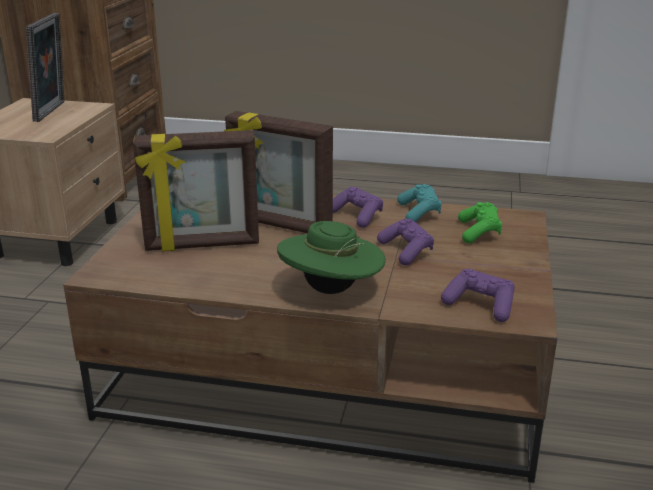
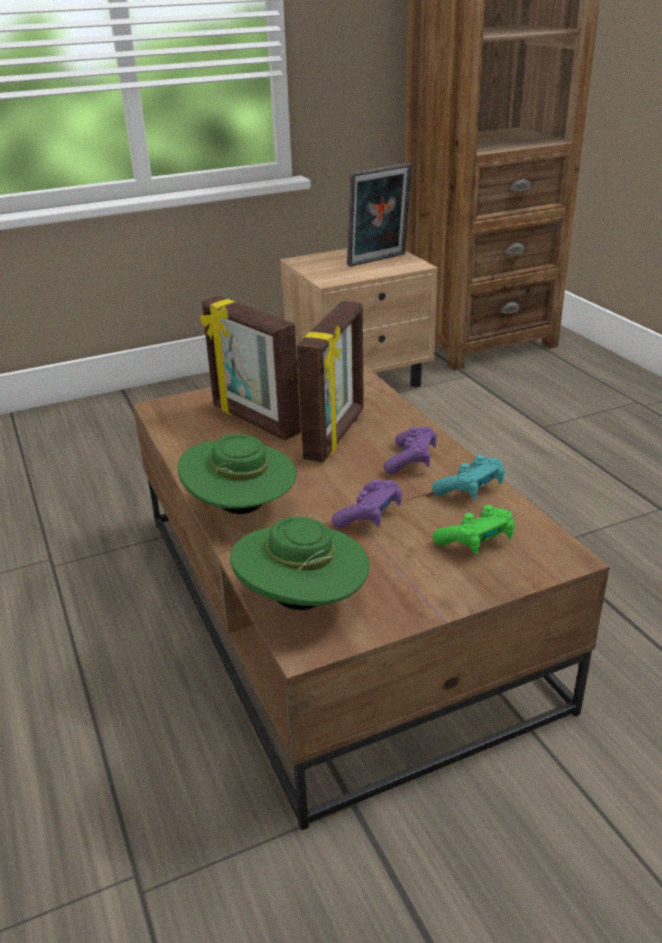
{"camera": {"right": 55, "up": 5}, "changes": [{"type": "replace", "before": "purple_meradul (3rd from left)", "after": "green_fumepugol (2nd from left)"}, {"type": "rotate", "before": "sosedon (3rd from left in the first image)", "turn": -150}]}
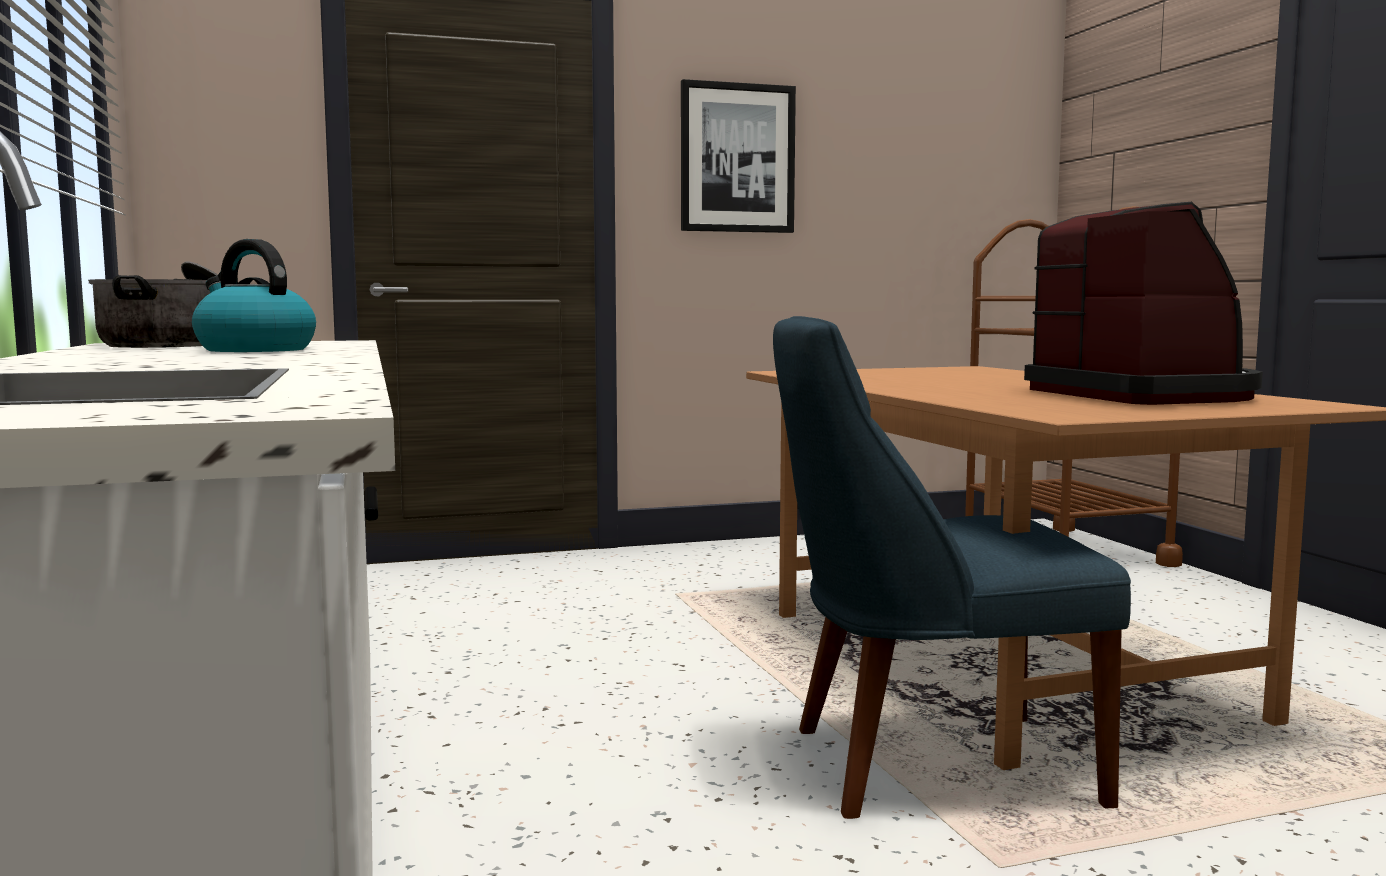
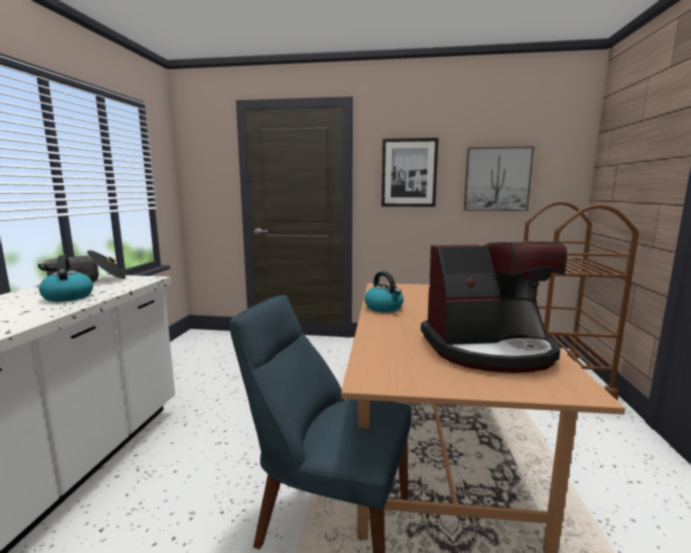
{"camera": {"right": 25, "up": 5}, "changes": [{"type": "insert", "after": "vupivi (2nd from left)"}, {"type": "rotate", "before": "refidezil", "turn": 75}, {"type": "insert", "after": "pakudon (2nd from left)"}]}
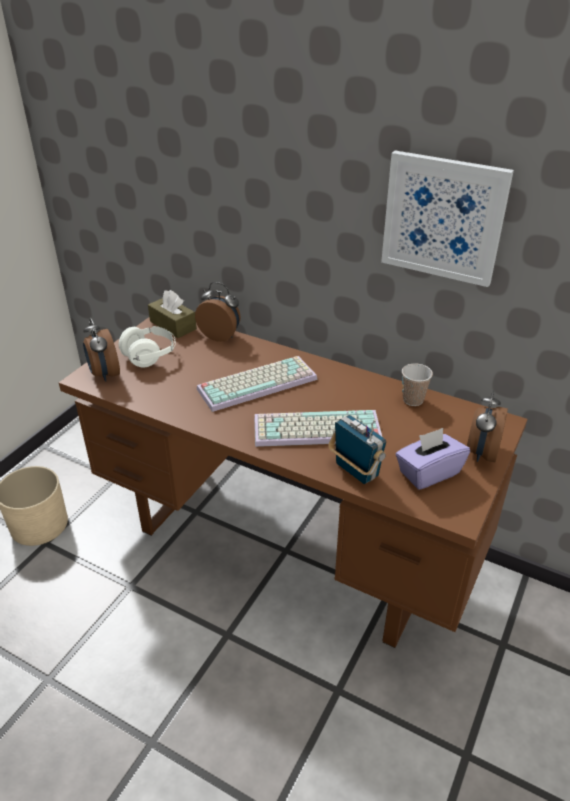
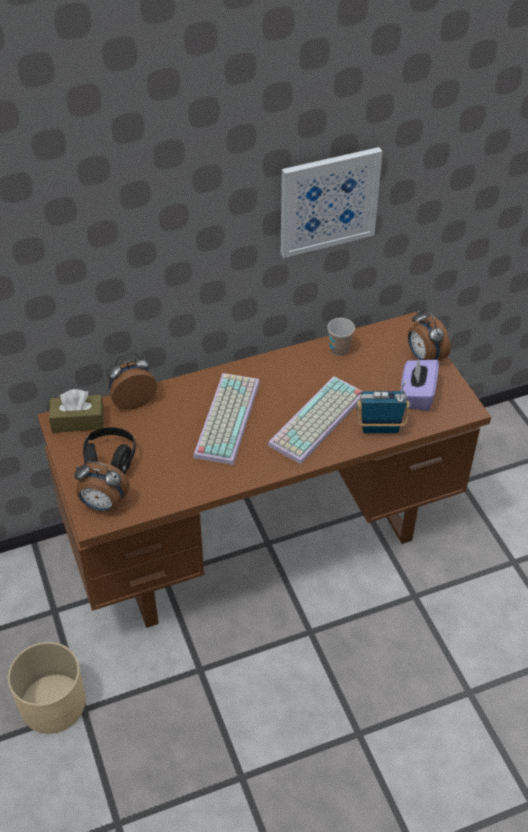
{"camera": {"right": -50, "up": 10}, "changes": [{"type": "recolor", "before": "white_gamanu", "after": "black_gamanu"}]}
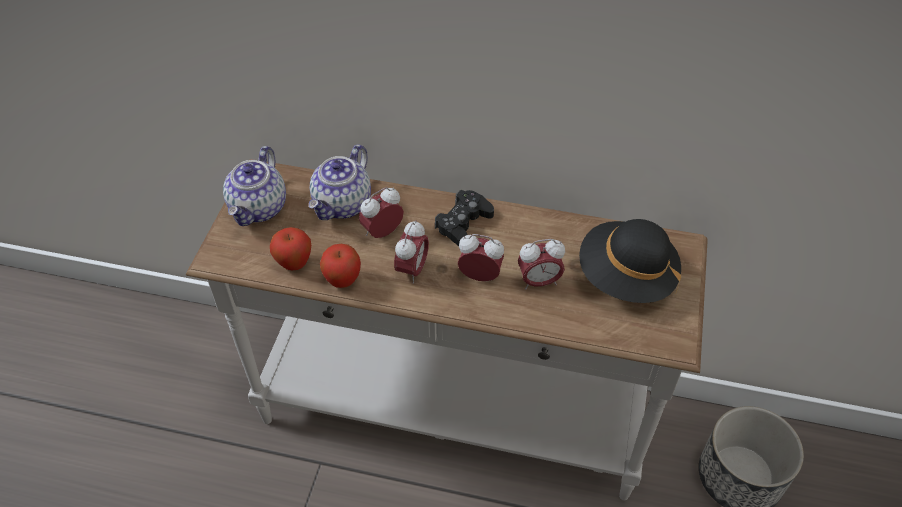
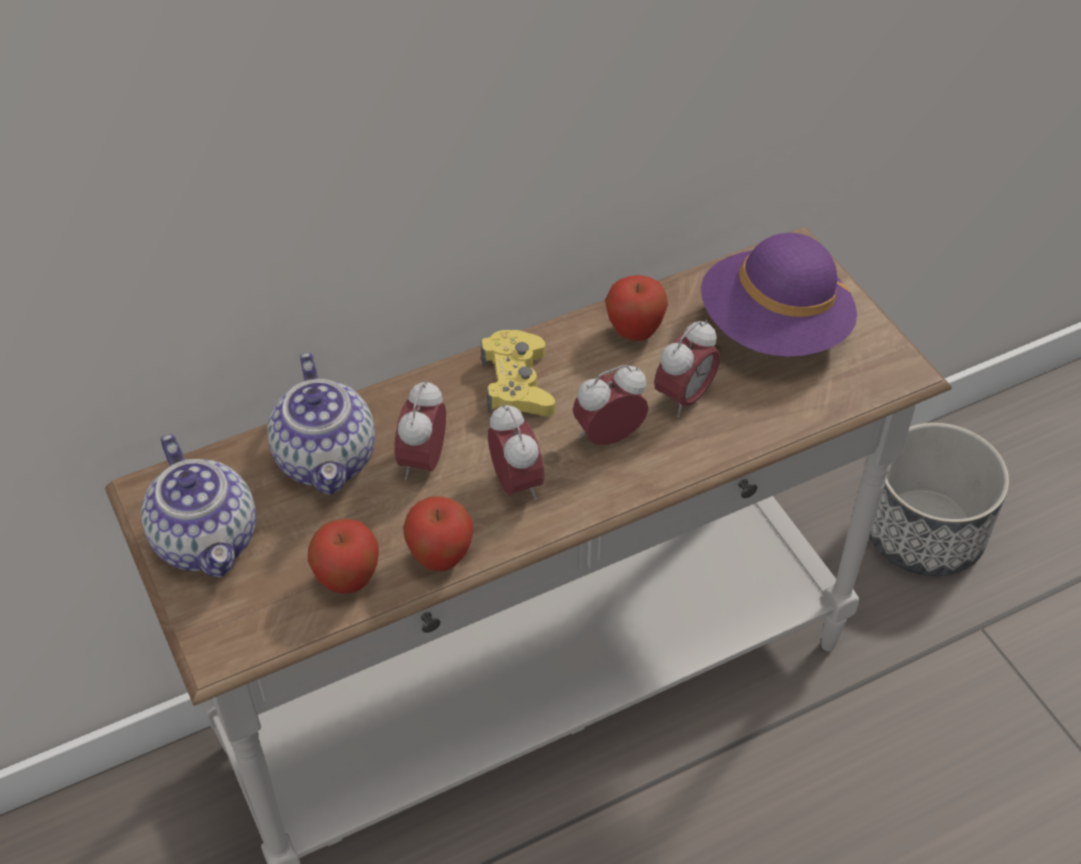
{"camera": {"right": -40, "up": 0}, "changes": [{"type": "recolor", "before": "black_meradul", "after": "yellow_meradul"}, {"type": "insert", "after": "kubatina (3rd from left)"}, {"type": "recolor", "before": "black_fumepugol", "after": "purple_fumepugol"}]}
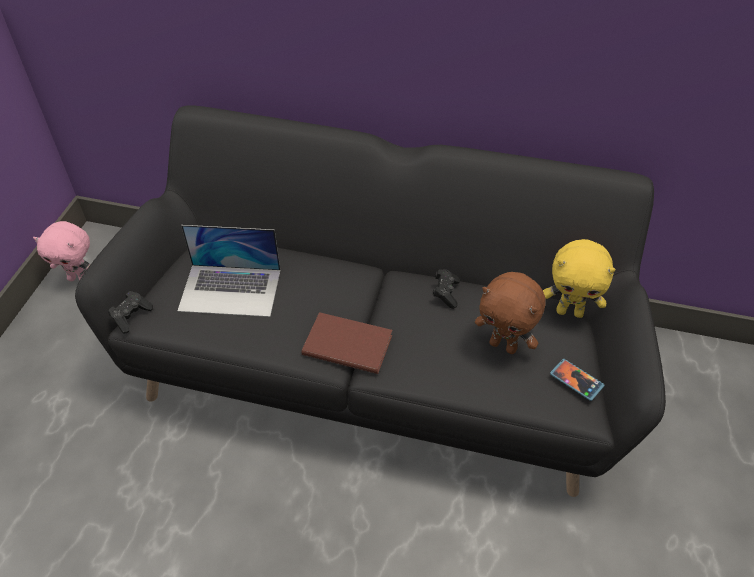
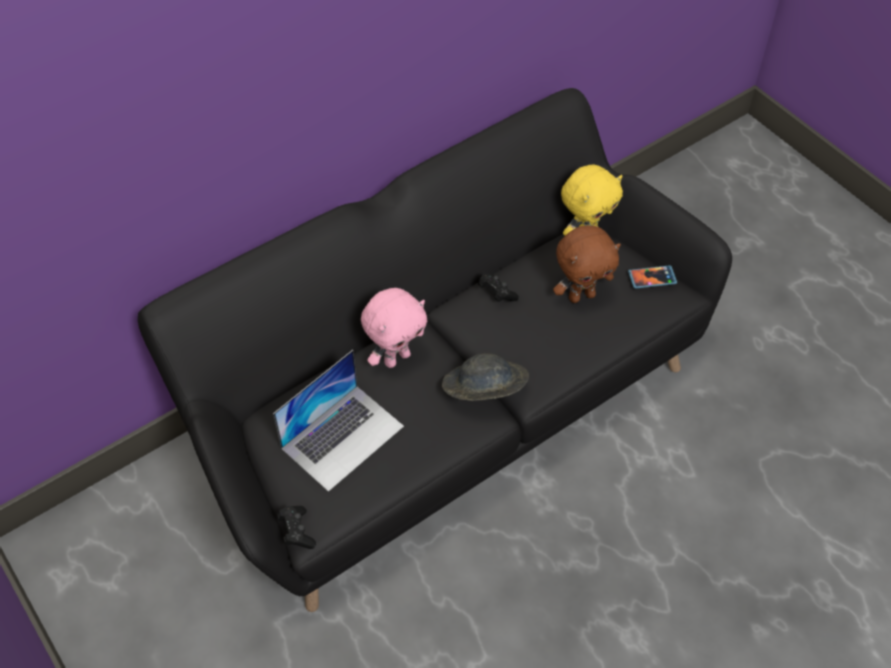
{"camera": {"right": -50, "up": 5}, "changes": [{"type": "move", "before": "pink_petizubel"}, {"type": "replace", "before": "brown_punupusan", "after": "grey_fumepugol"}]}
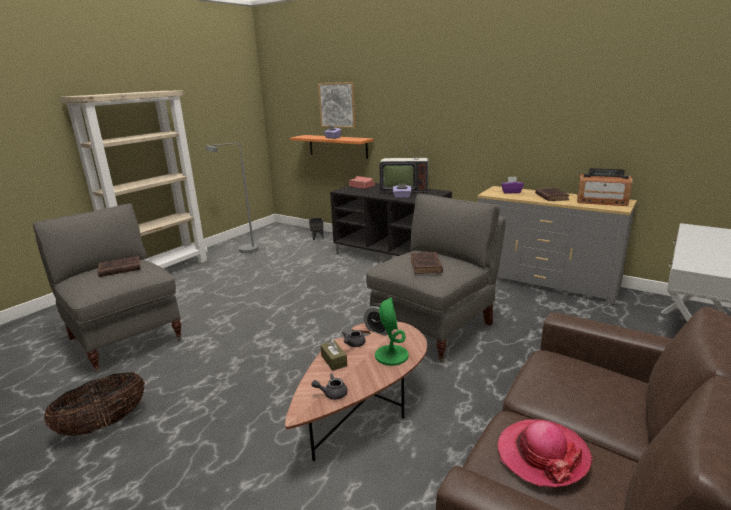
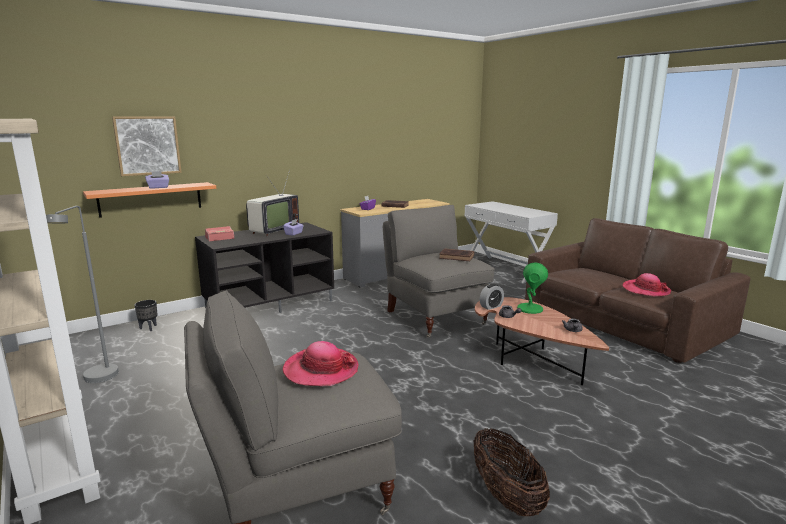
{"camera": {"right": -70, "up": -5}, "changes": [{"type": "replace", "before": "brown_punupusan (1st from left)", "after": "fumepugol (1st from left)"}, {"type": "delete", "before": "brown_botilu"}, {"type": "delete", "before": "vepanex"}]}
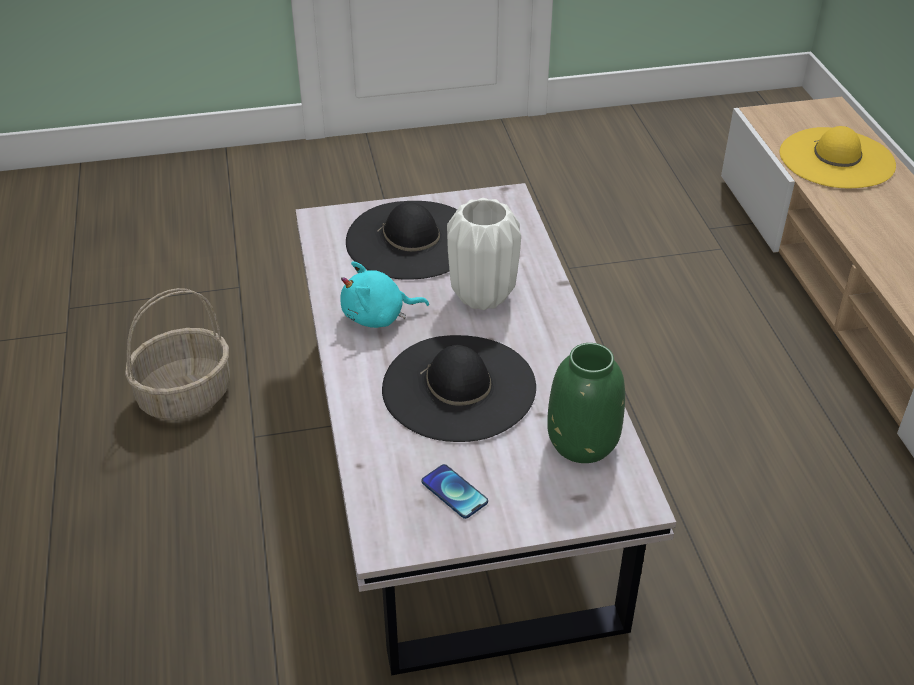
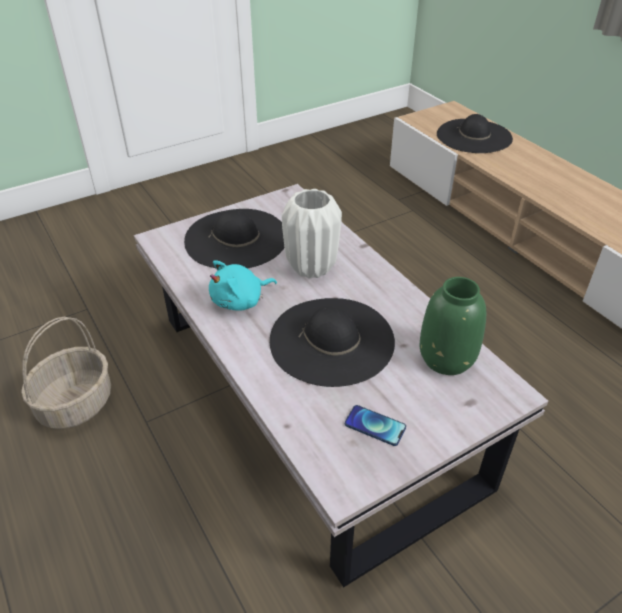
{"camera": {"right": -20, "up": 0}, "changes": [{"type": "recolor", "before": "yellow_fumepugol", "after": "black_fumepugol (3rd from left)"}]}
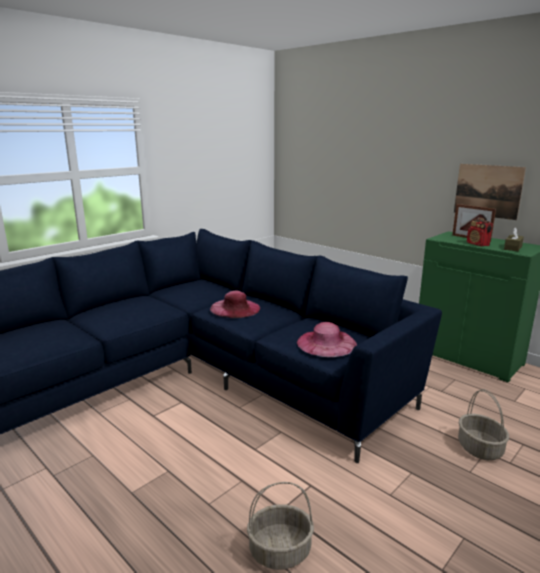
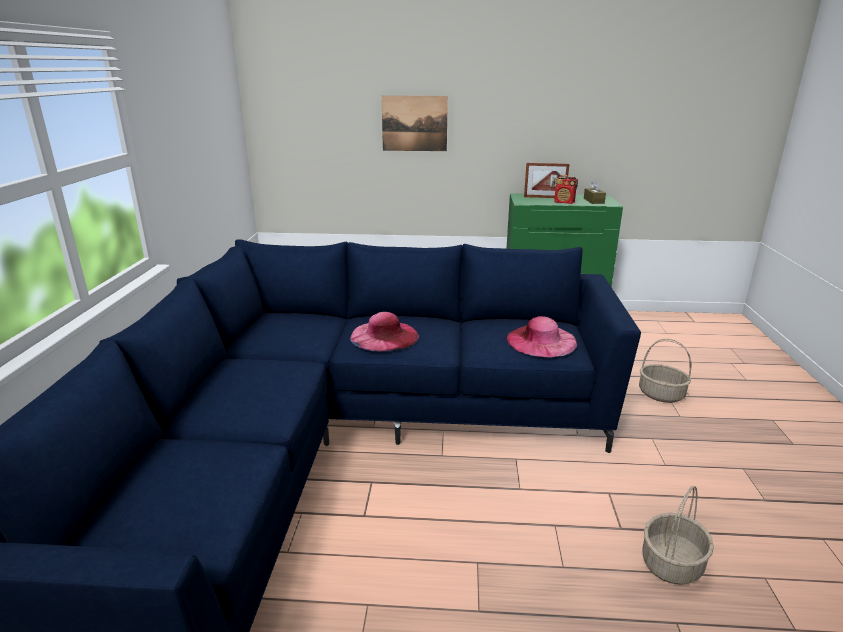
{"camera": {"right": -40, "up": 5}, "changes": [{"type": "move", "before": "pakudon"}]}
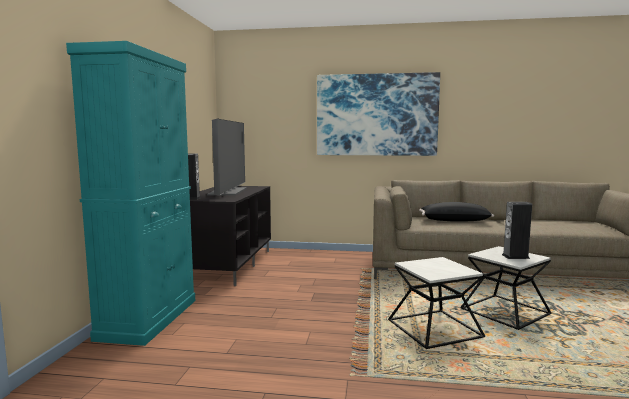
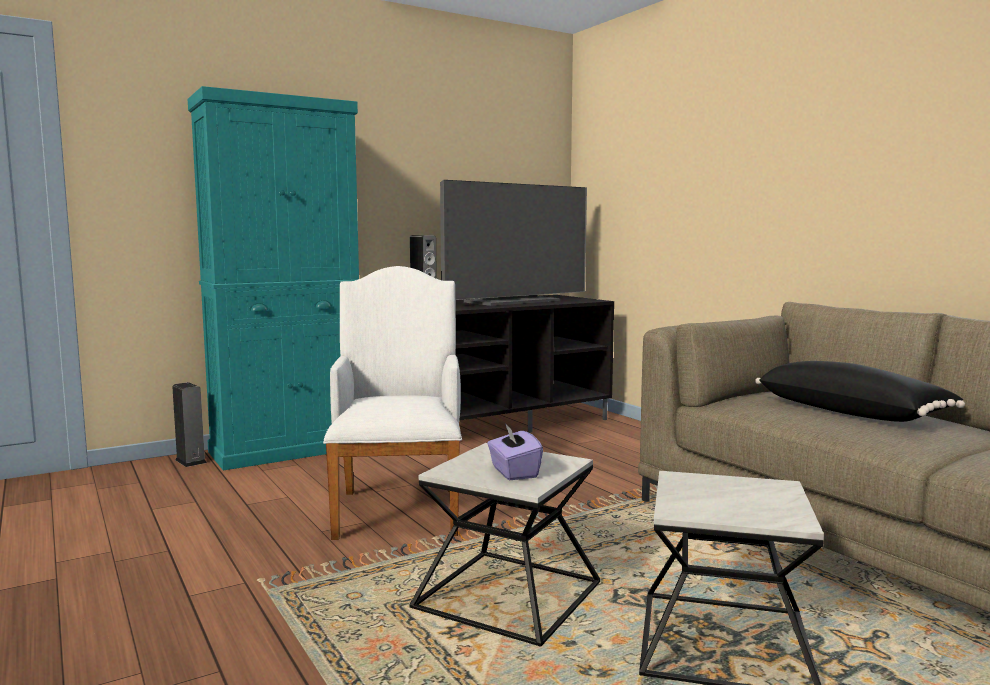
{"camera": {"right": 50, "up": 0}, "changes": [{"type": "move", "before": "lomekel (2nd from left in the first image)", "after": "lomekel (1st from left)"}, {"type": "insert", "after": "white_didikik"}, {"type": "insert", "after": "purple_botilu"}, {"type": "delete", "before": "pakudon"}]}
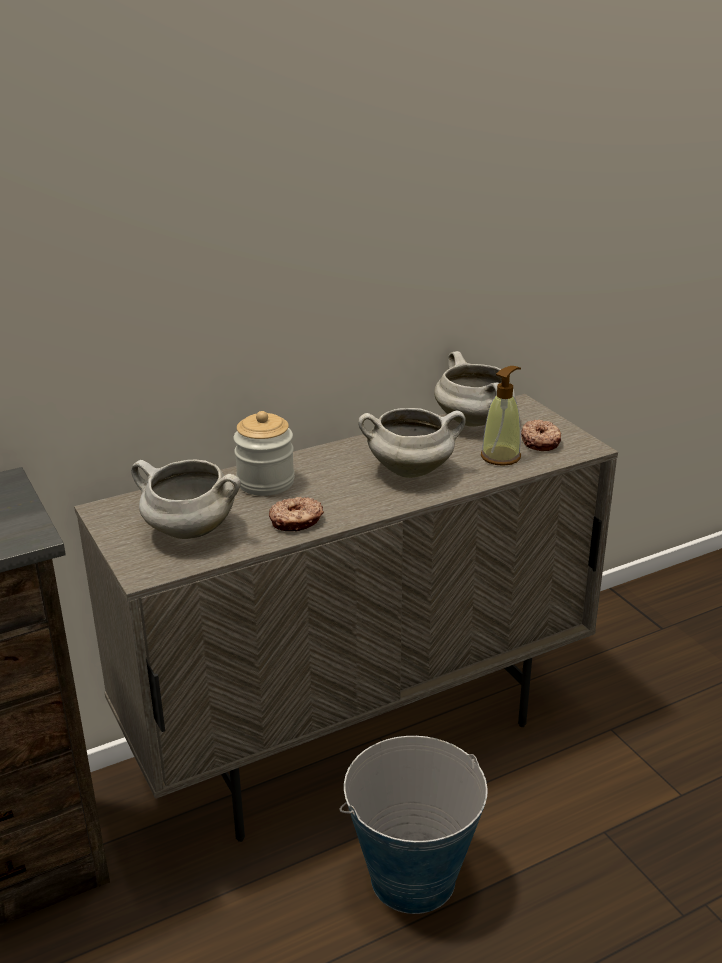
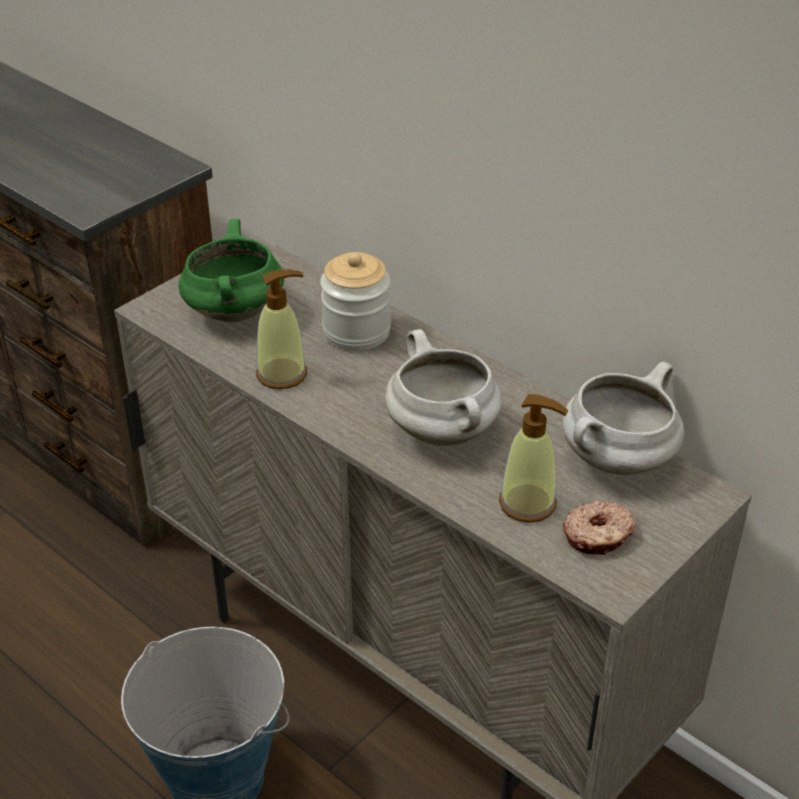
{"camera": {"right": 70, "up": 10}, "changes": [{"type": "recolor", "before": "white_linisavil (1st from left)", "after": "green_linisavil"}, {"type": "replace", "before": "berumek (1st from left)", "after": "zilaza (1st from left)"}]}
